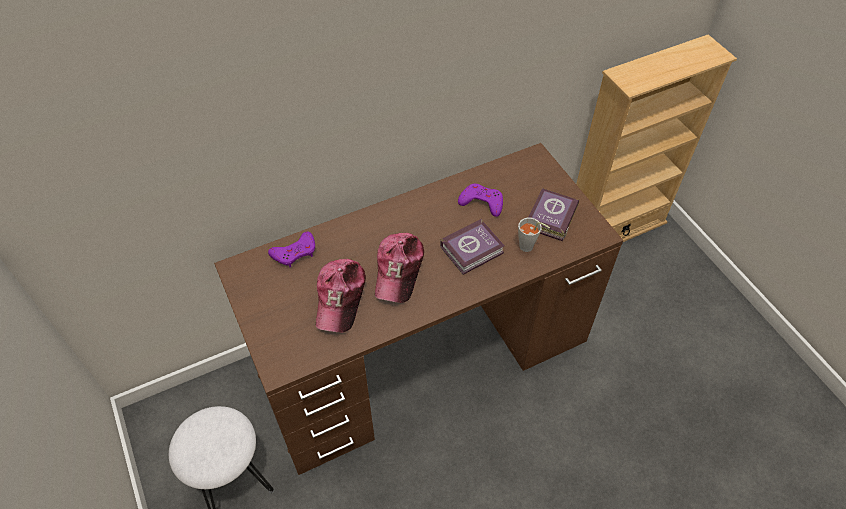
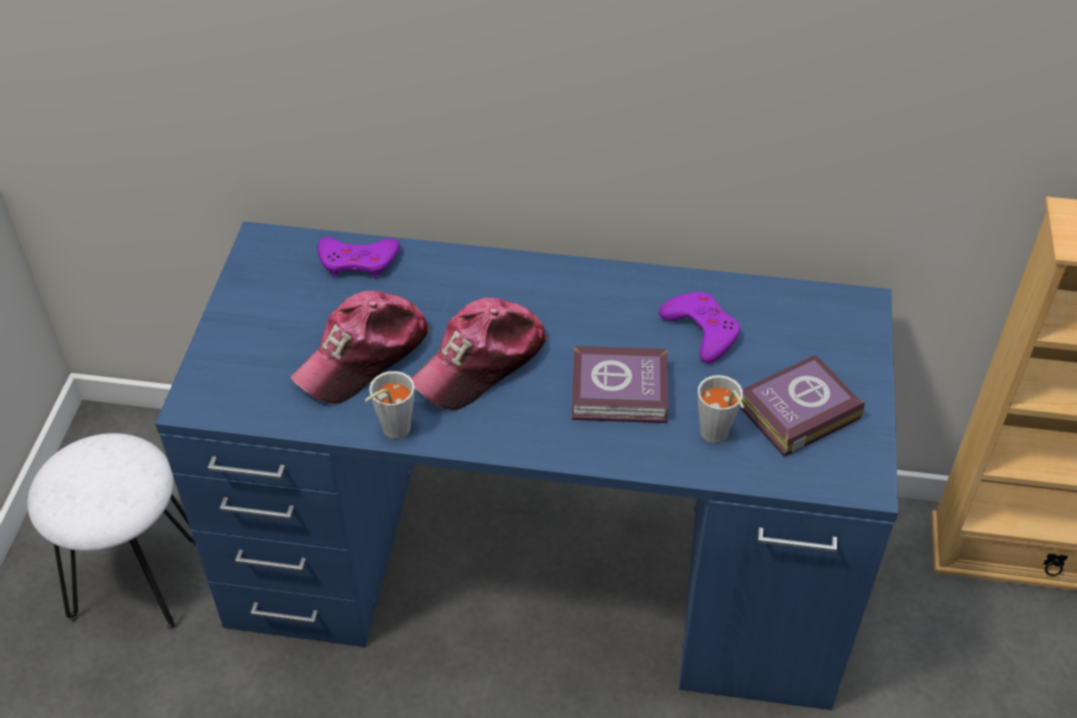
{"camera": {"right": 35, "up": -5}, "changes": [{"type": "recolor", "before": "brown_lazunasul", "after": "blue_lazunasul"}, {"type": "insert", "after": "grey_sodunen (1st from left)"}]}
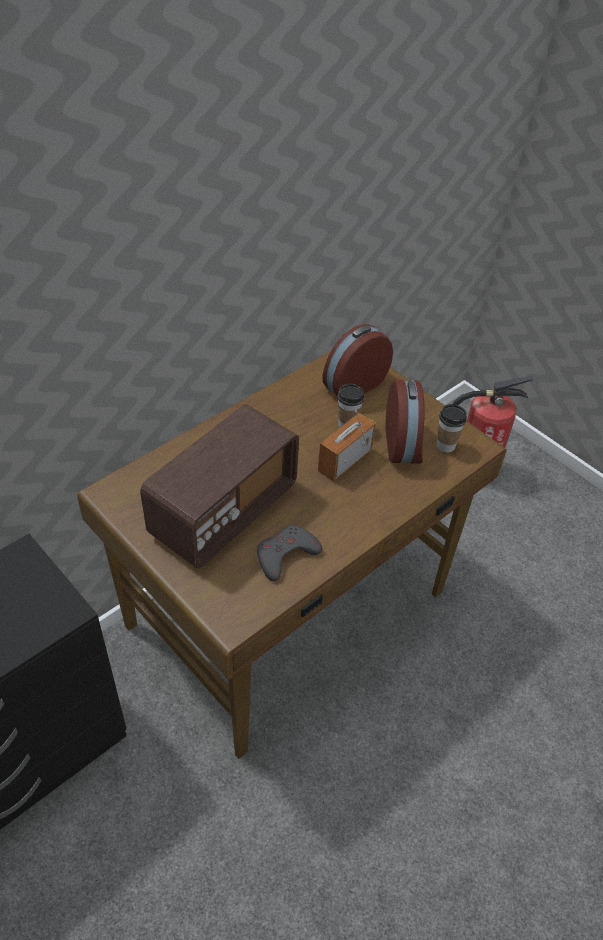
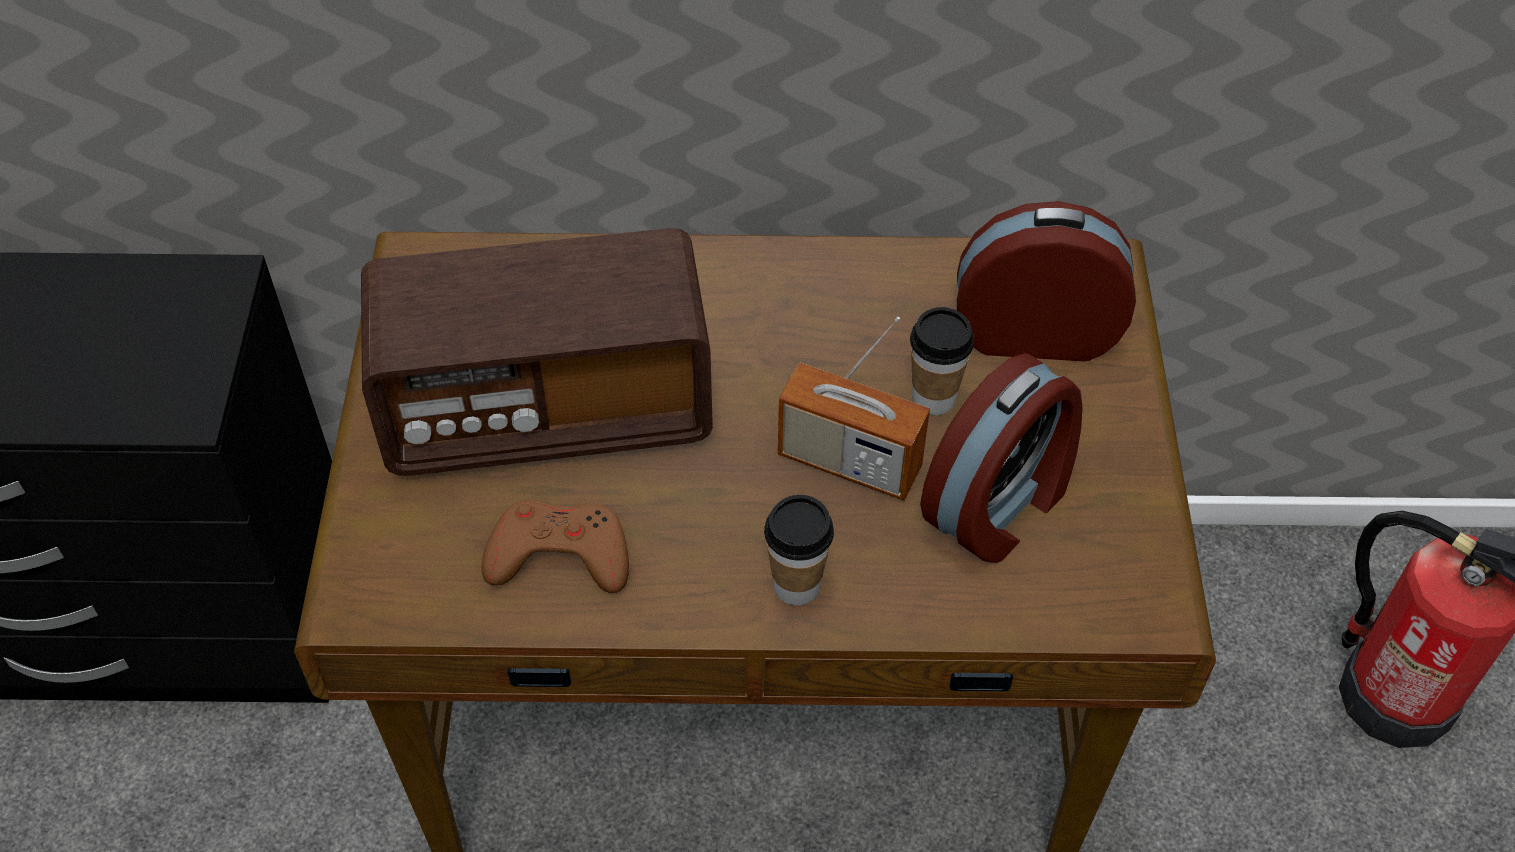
{"camera": {"right": 45, "up": 5}, "changes": [{"type": "recolor", "before": "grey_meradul", "after": "brown_meradul"}, {"type": "move", "before": "sodunen (2nd from left in the first image)", "after": "sodunen (1st from left)"}, {"type": "rotate", "before": "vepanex (2nd from left)", "turn": -150}]}
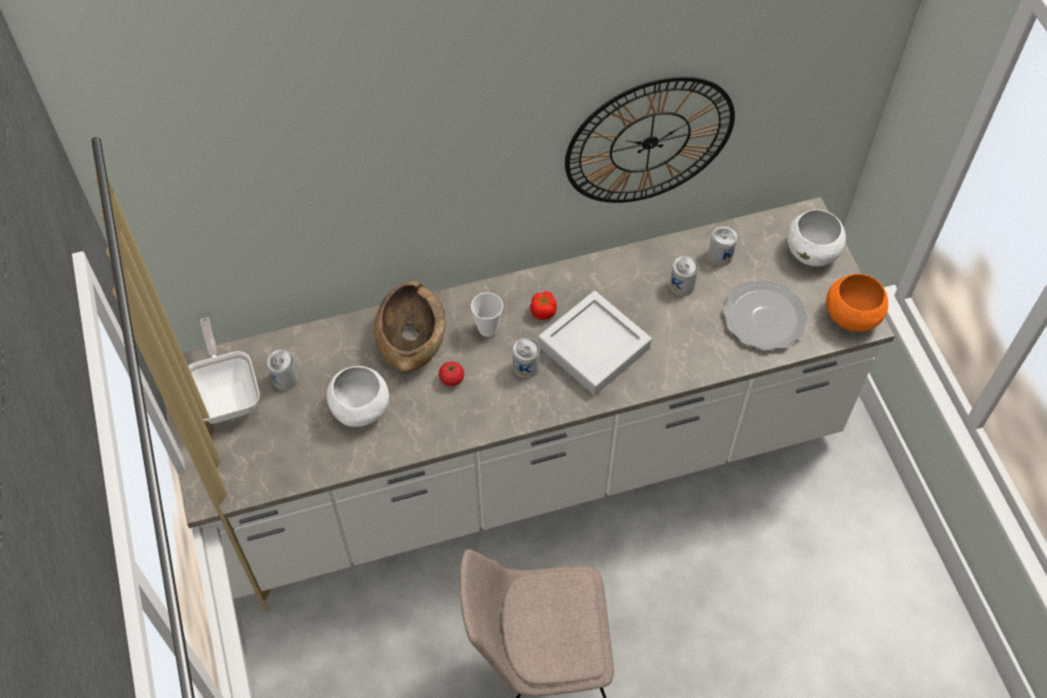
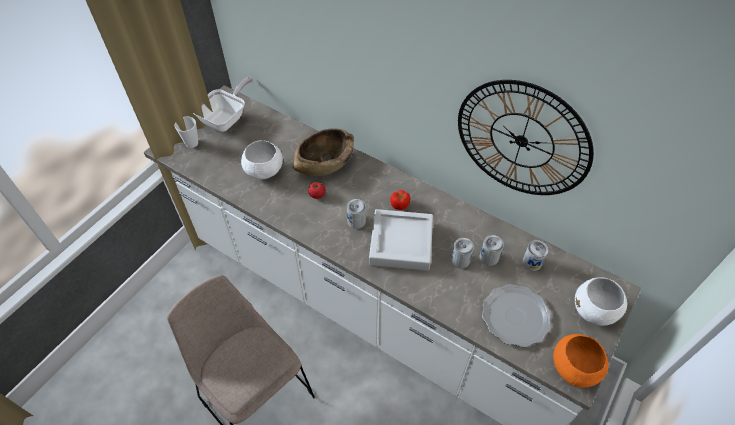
{"camera": {"right": 50, "up": -5}, "changes": [{"type": "move", "before": "sodunen"}, {"type": "move", "before": "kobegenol (1st from left in the first image)", "after": "kobegenol (2nd from left)"}]}
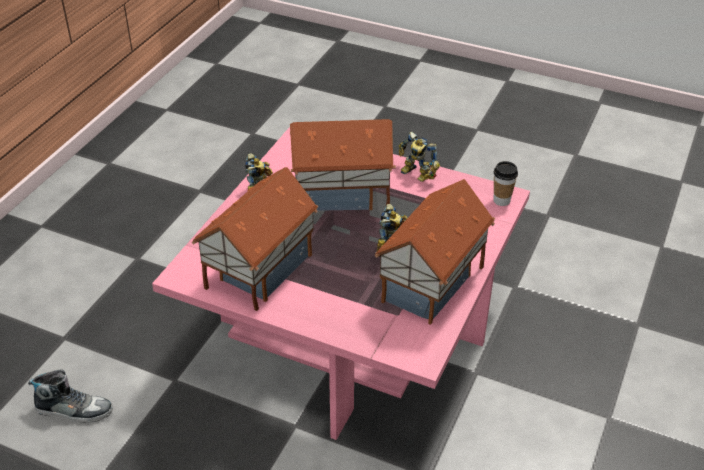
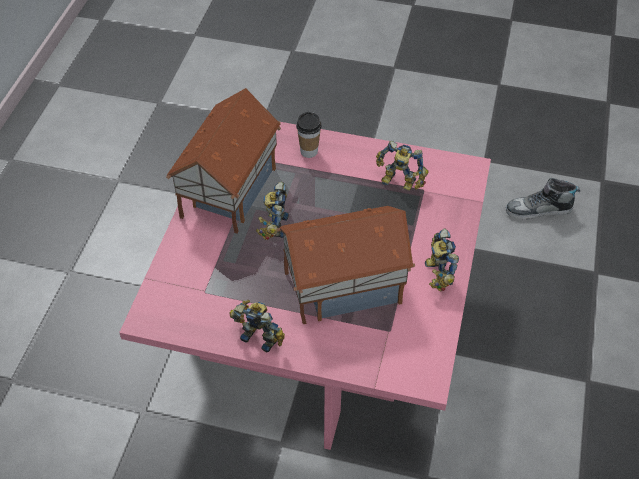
{"camera": {"right": 170, "up": 10}, "changes": [{"type": "move", "before": "sodunen"}, {"type": "replace", "before": "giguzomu (1st from left)", "after": "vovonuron (3rd from left)"}]}
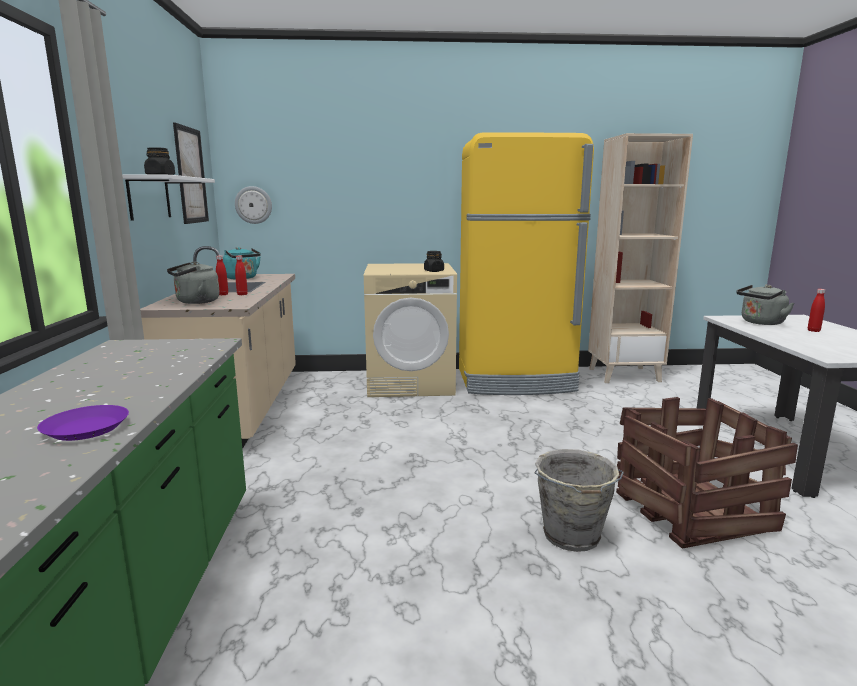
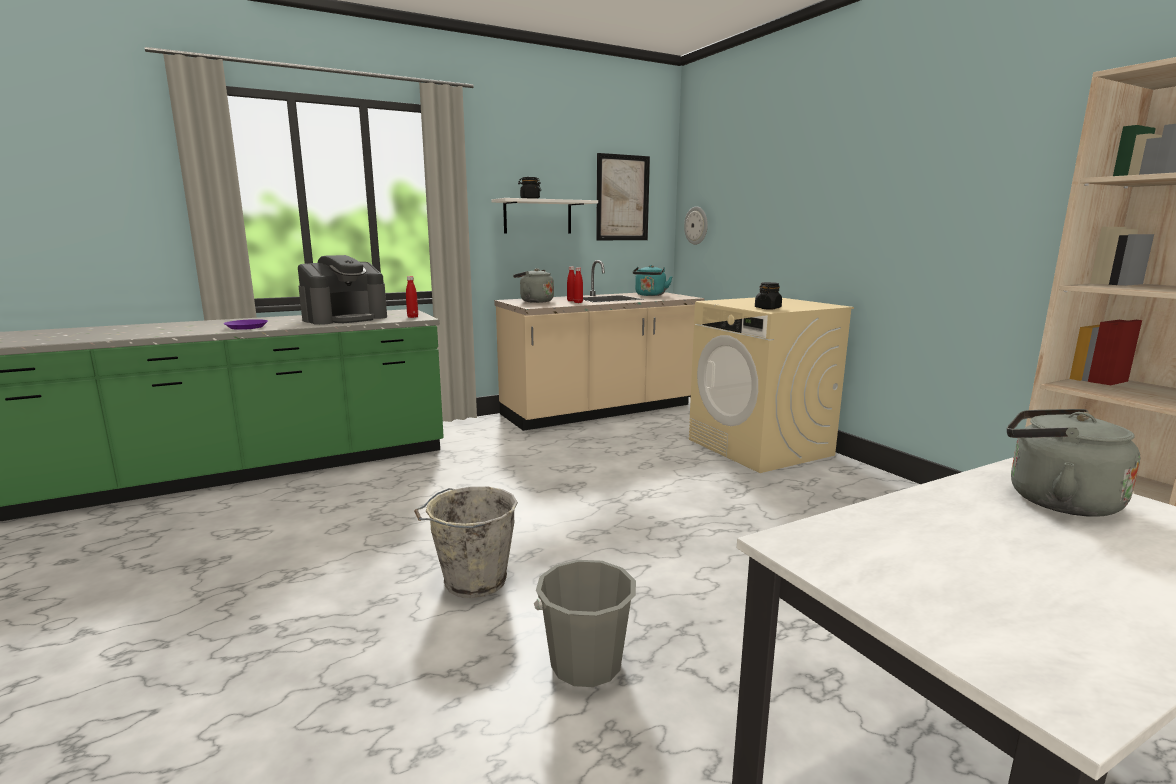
{"camera": {"right": 65, "up": 0}, "changes": [{"type": "insert", "after": "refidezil"}, {"type": "move", "before": "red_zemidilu (3rd from left in the first image)", "after": "red_zemidilu (1st from left)"}, {"type": "replace", "before": "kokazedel", "after": "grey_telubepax (2nd from left)"}, {"type": "delete", "before": "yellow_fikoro"}]}
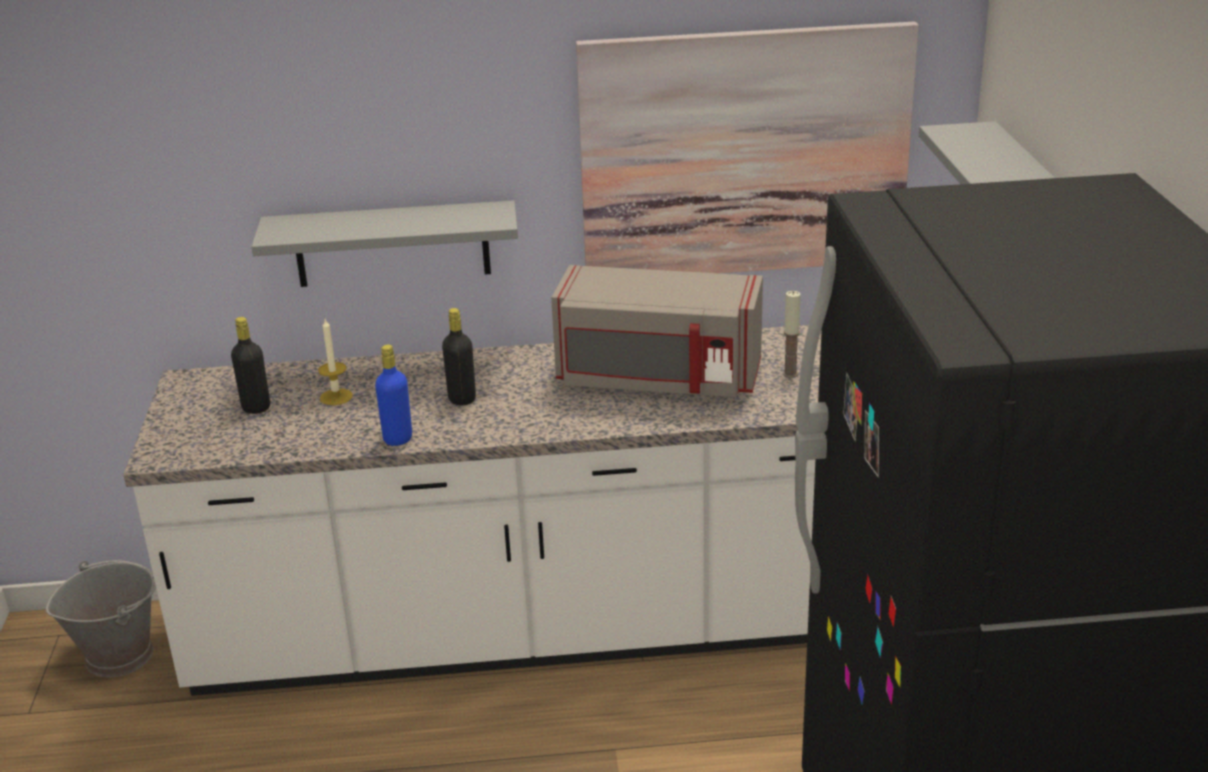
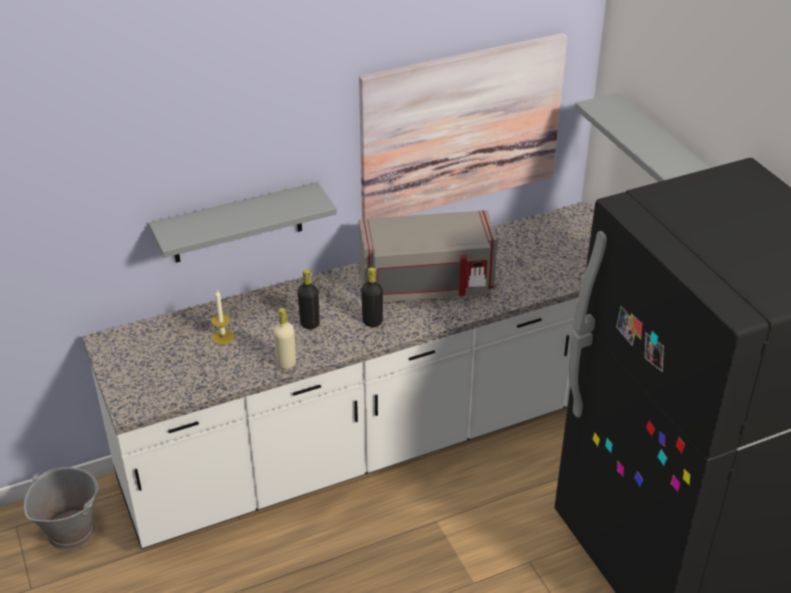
{"camera": {"right": -20, "up": 10}, "changes": [{"type": "recolor", "before": "blue_zemidilu", "after": "beige_zemidilu"}, {"type": "move", "before": "black_zemidilu (1st from left in the first image)", "after": "black_zemidilu (2nd from left)"}, {"type": "delete", "before": "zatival (2nd from left)"}]}
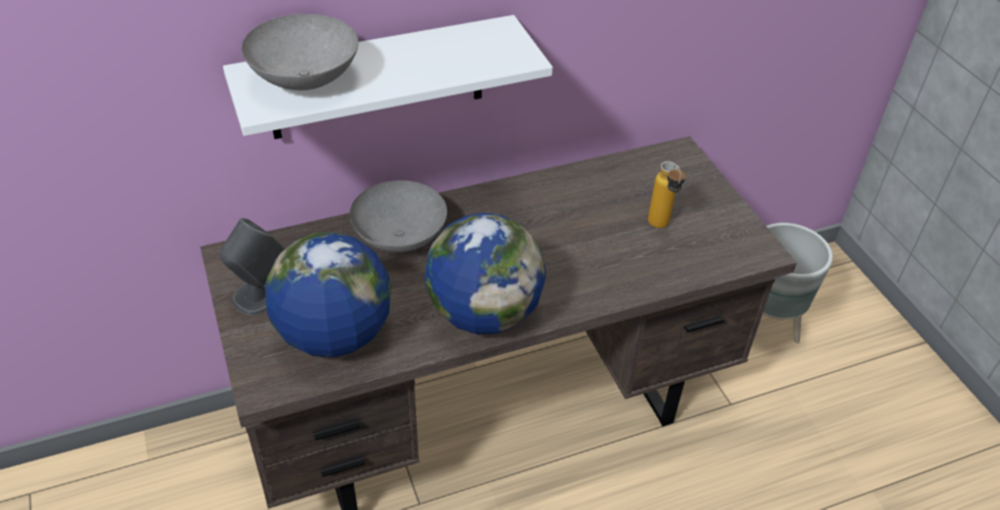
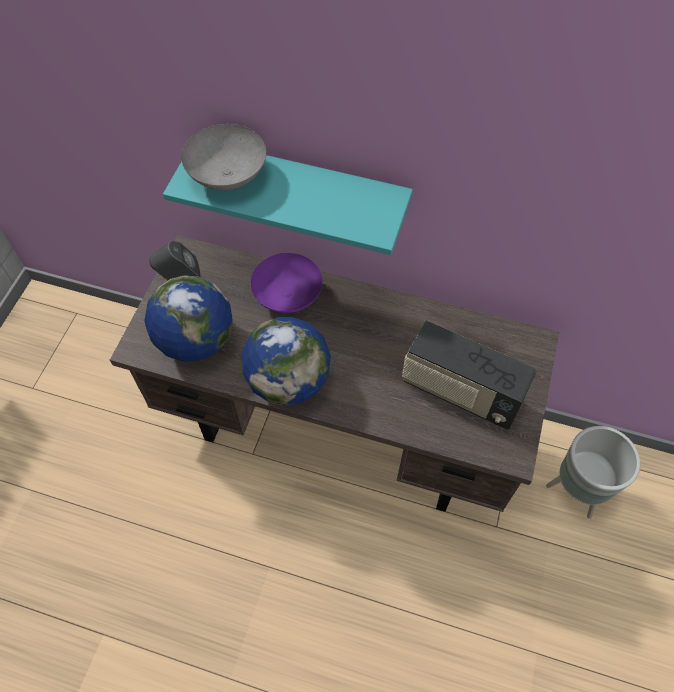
{"camera": {"right": 40, "up": 15}, "changes": [{"type": "recolor", "before": "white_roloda", "after": "turquoise_roloda"}, {"type": "recolor", "before": "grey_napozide (2nd from left)", "after": "purple_napozide"}, {"type": "replace", "before": "zemidilu", "after": "vepanex"}]}
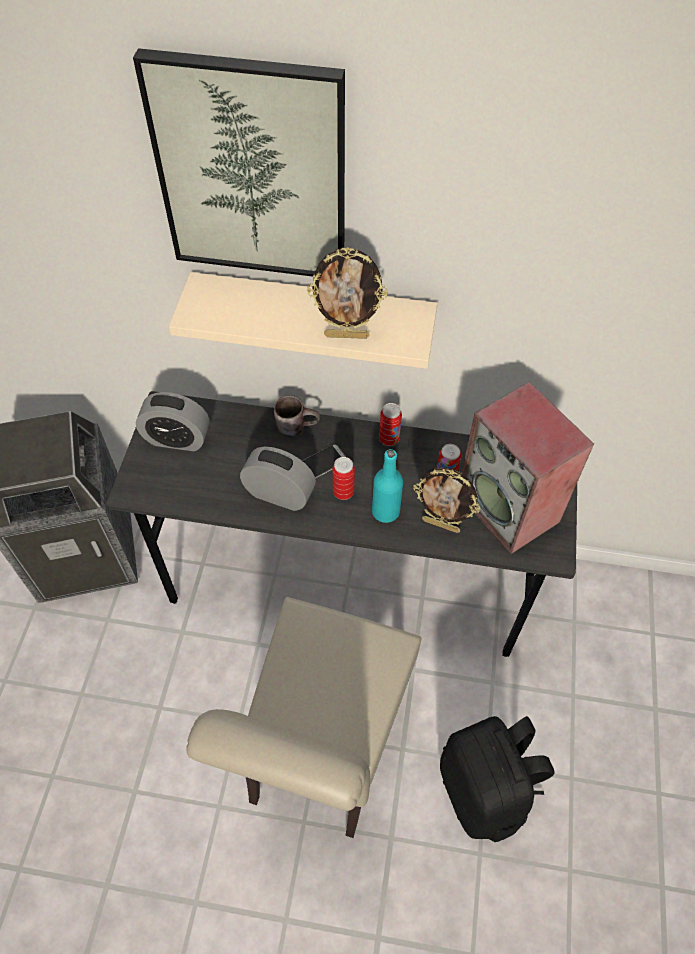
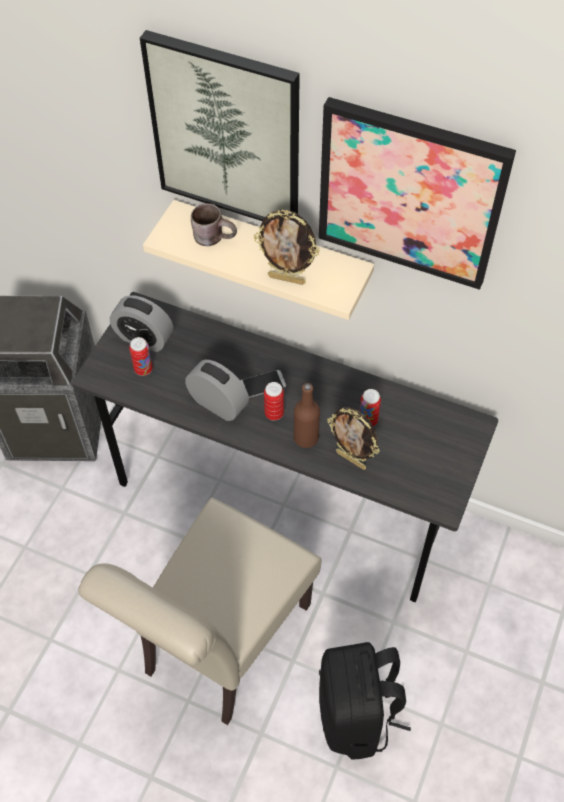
{"camera": {"right": 15, "up": 0}, "changes": [{"type": "move", "before": "kobegenol (2nd from left in the first image)", "after": "kobegenol (1st from left)"}, {"type": "move", "before": "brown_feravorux"}, {"type": "recolor", "before": "turquoise_zemidilu", "after": "brown_zemidilu"}, {"type": "insert", "after": "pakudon (2nd from left)"}, {"type": "delete", "before": "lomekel"}]}
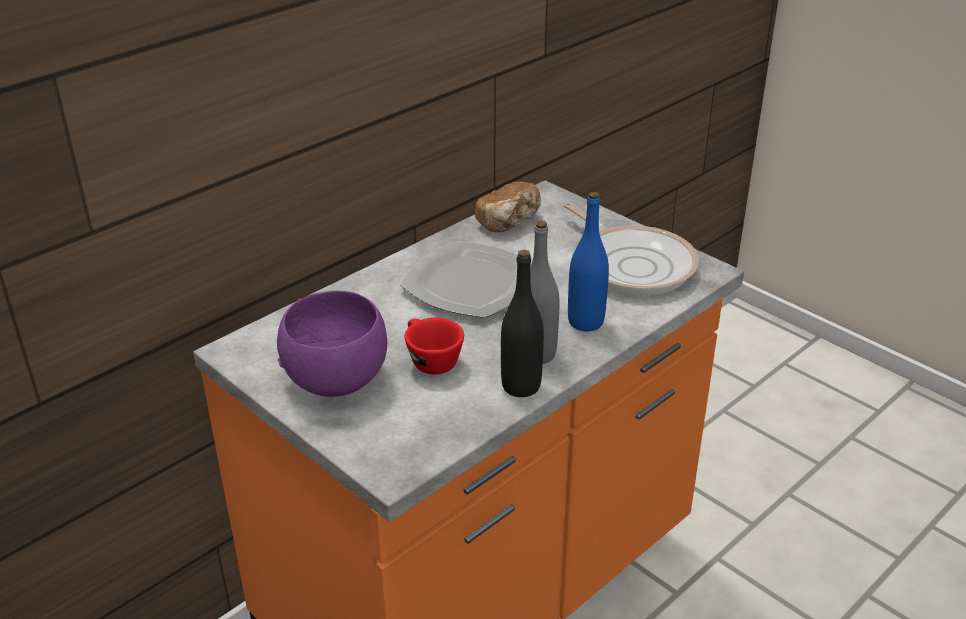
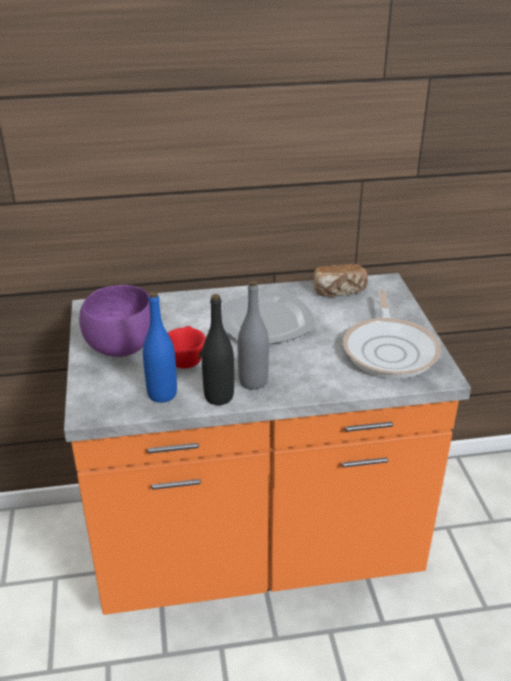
{"camera": {"right": 35, "up": 0}, "changes": [{"type": "move", "before": "blue_zemidilu"}]}
